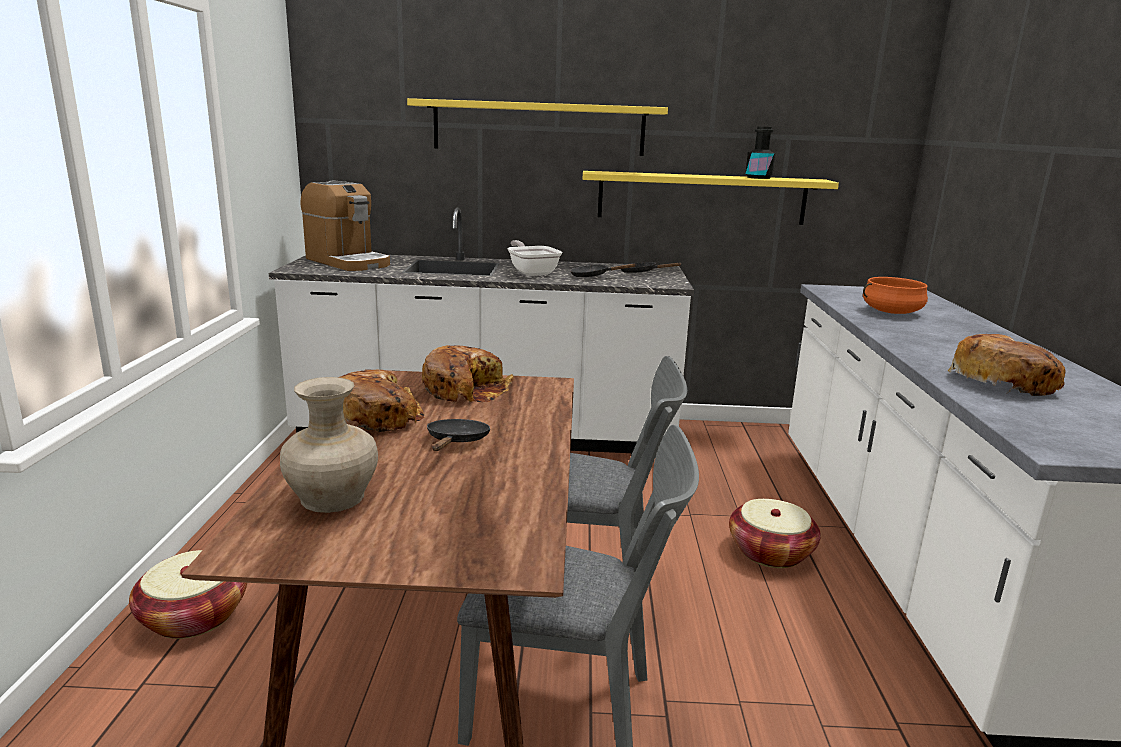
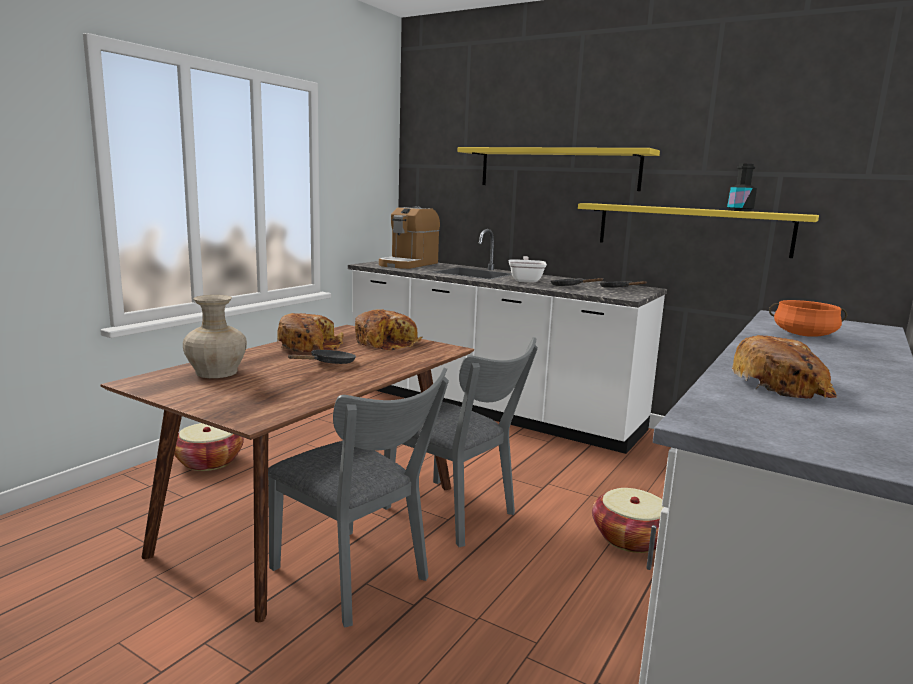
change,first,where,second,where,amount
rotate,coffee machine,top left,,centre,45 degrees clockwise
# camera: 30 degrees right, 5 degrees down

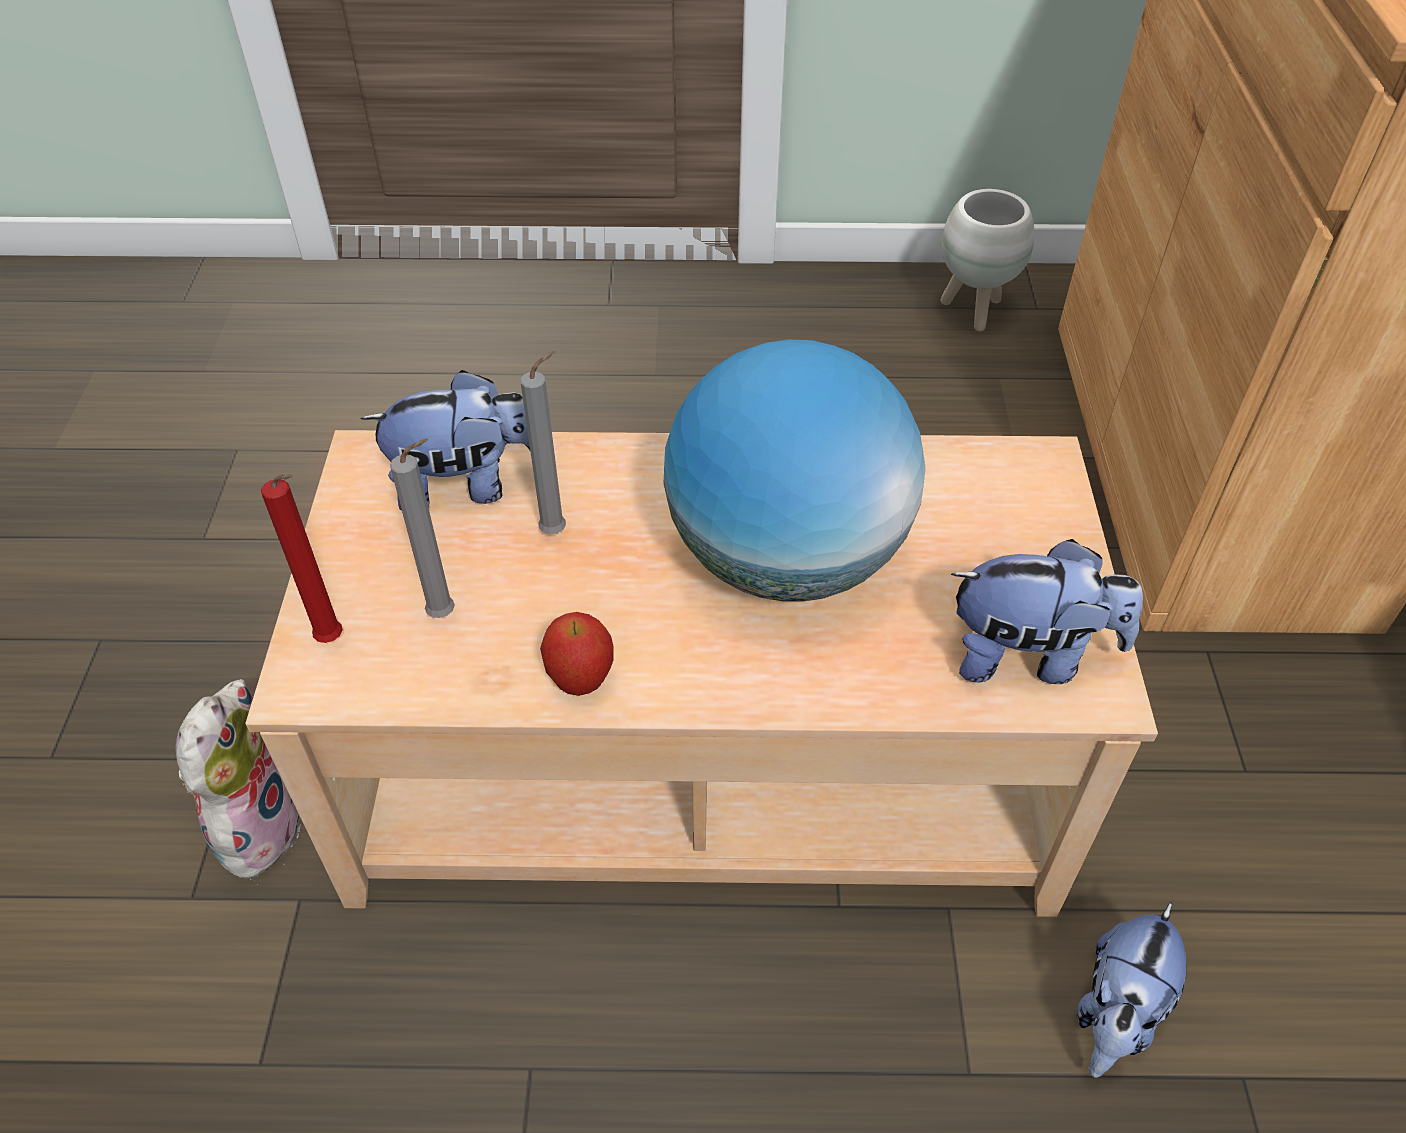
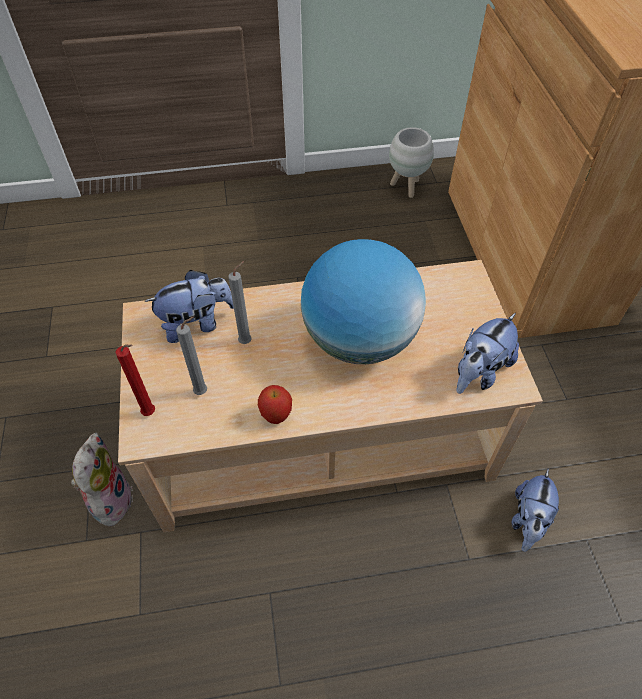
change,first,where,second,where,amount
rotate,plush toy (3rd from left),middle right,,middle right,135 degrees clockwise
# camera: 10 degrees left, 5 degrees up

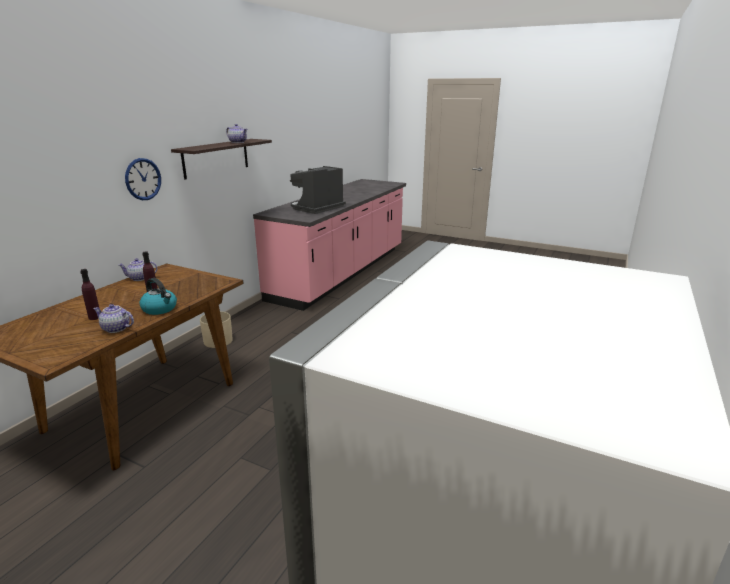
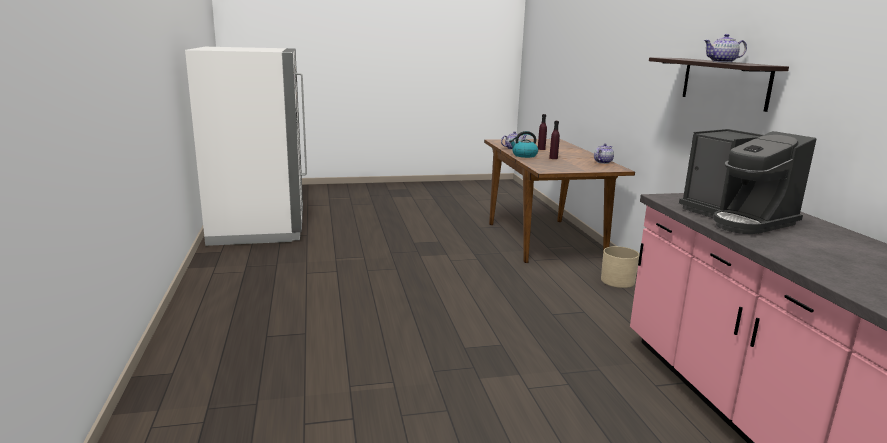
change,first,where,second,where,amount
rotate,coffee machine,top centre,,middle right,150 degrees clockwise
delete,wall clock,top left,,,
# camera: 140 degrees right, 5 degrees down

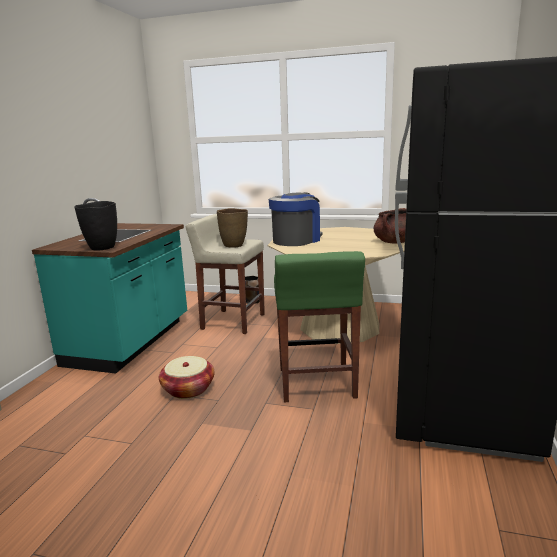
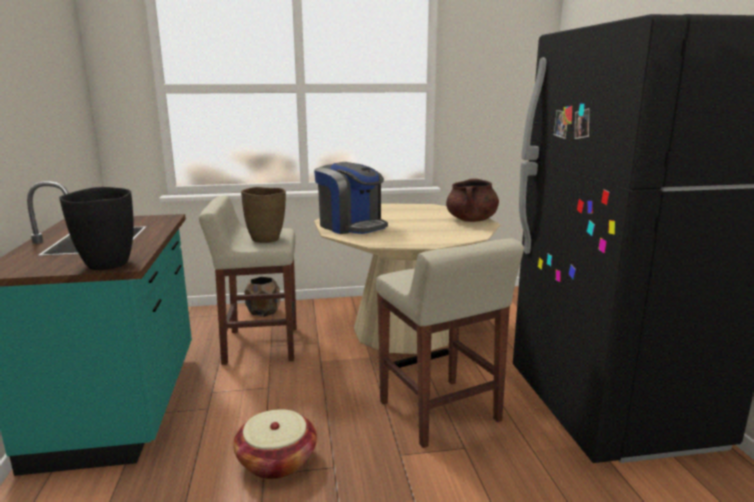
change,first,where,second,where,amount
rotate,coffee machine,centre,,centre,120 degrees clockwise
recolor,green stool,centre,beige stool (2nd from left),bottom centre,
# camera: 25 degrees left, 0 degrees up

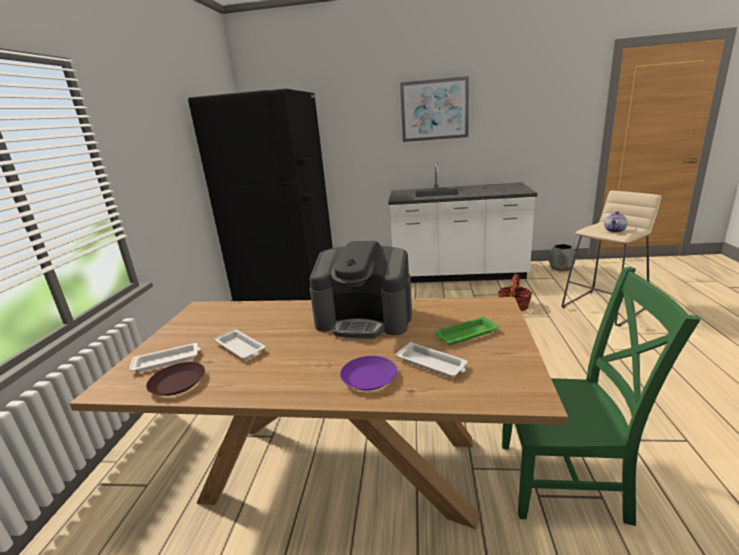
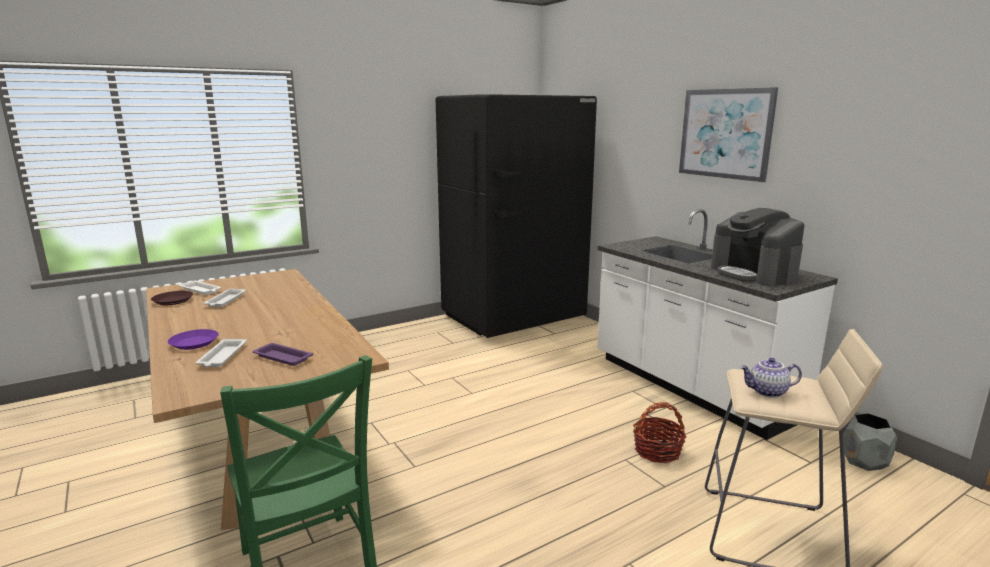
change,first,where,second,where,amount
recolor,green tray,centre,purple tray,middle left,
move,coffee machine,centre,,middle right,
# camera: 50 degrees right, 5 degrees down

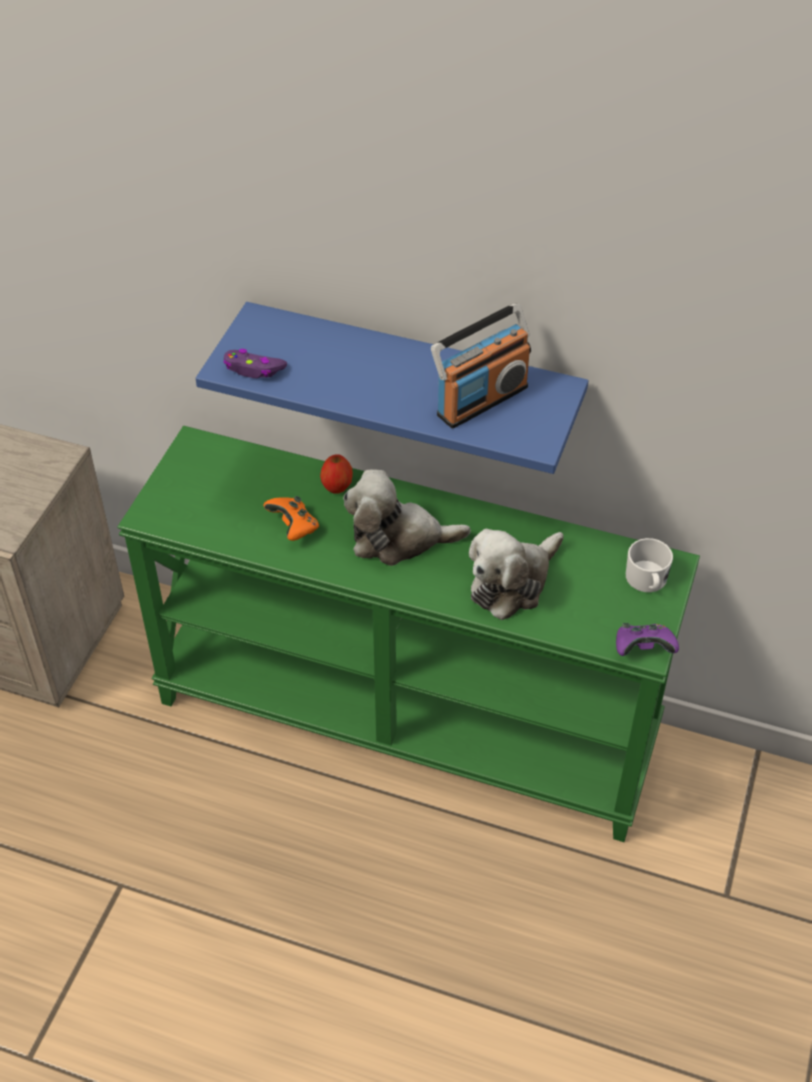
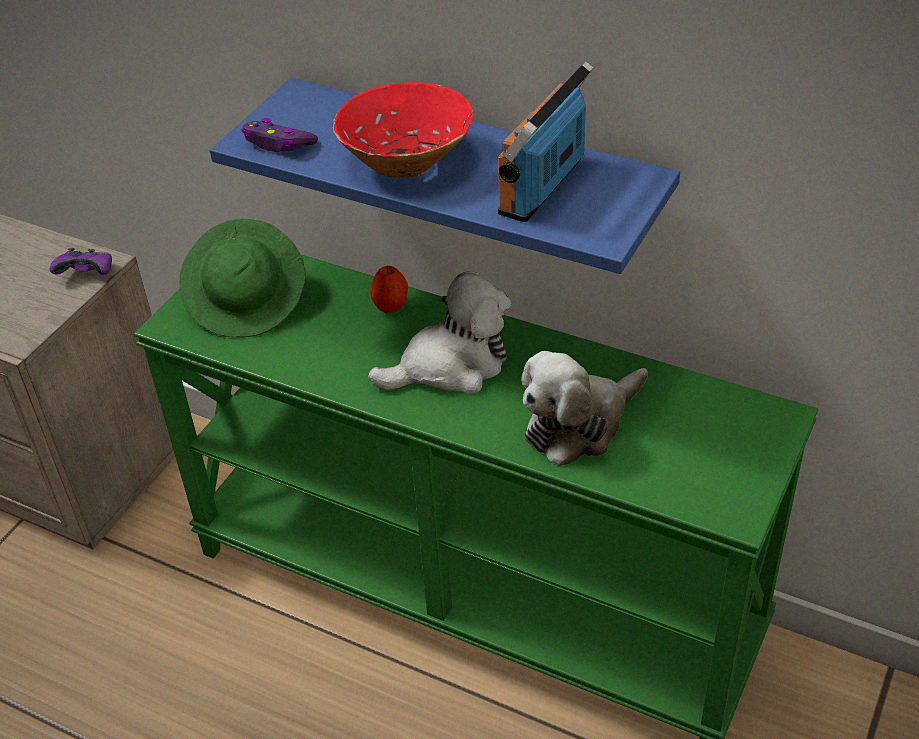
change,first,where,second,where,amount
move,purple game controller (2nd from left in the first image),middle right,purple game controller (1st from left),middle left,
insert,,,green hat,middle left,
insert,,,red bowl,top centre,
rotate,plush toy (1st from left),centre,,centre,150 degrees clockwise
rotate,radio,centre,,top centre,150 degrees clockwise
delete,orange game controller,centre,,,
delete,white mug,middle right,,,
# camera: 10 degrees right, 5 degrees down

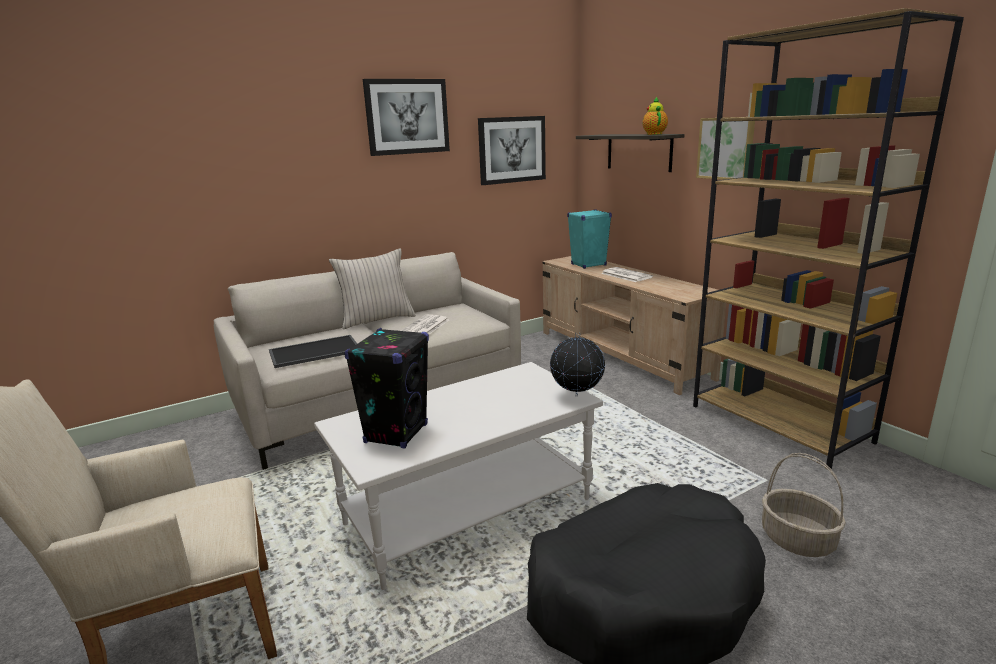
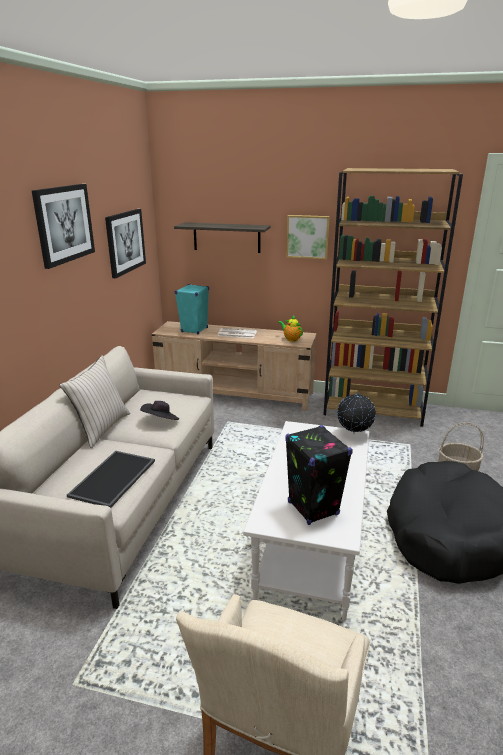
change,first,where,second,where,amount
replace,newspaper (1st from left),centre,black hat,middle left,
move,teapot,top centre,,centre,
# camera: 45 degrees left, 5 degrees up

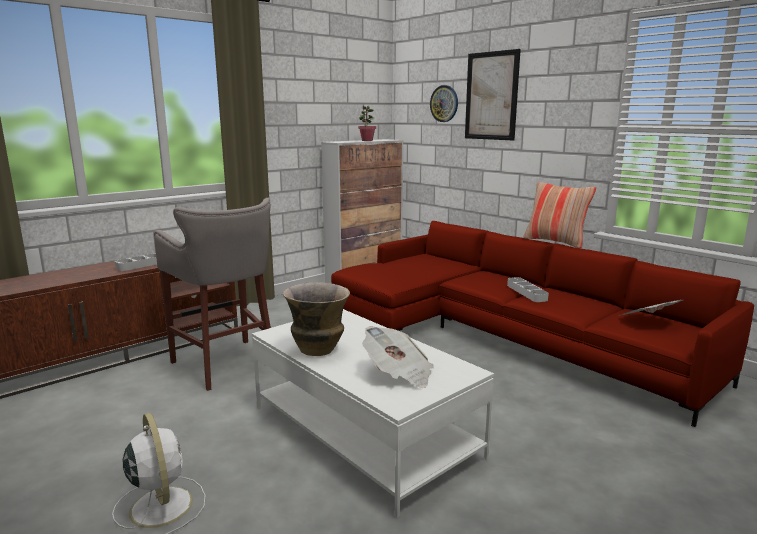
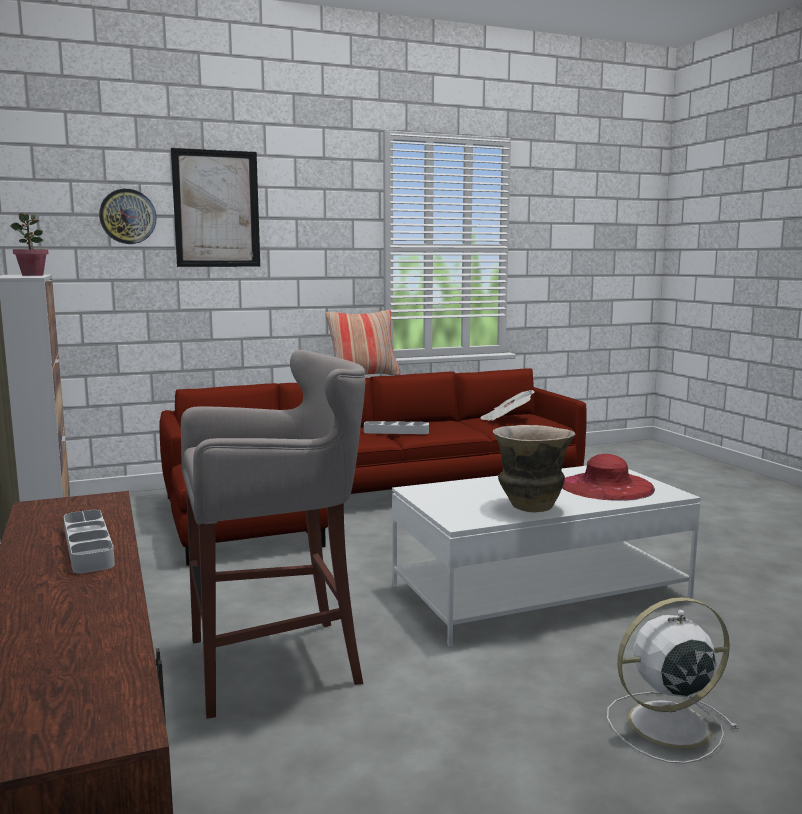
change,first,where,second,where,amount
replace,newspaper (1st from left),bottom centre,red hat,middle right,
# camera: 70 degrees left, 5 degrees down

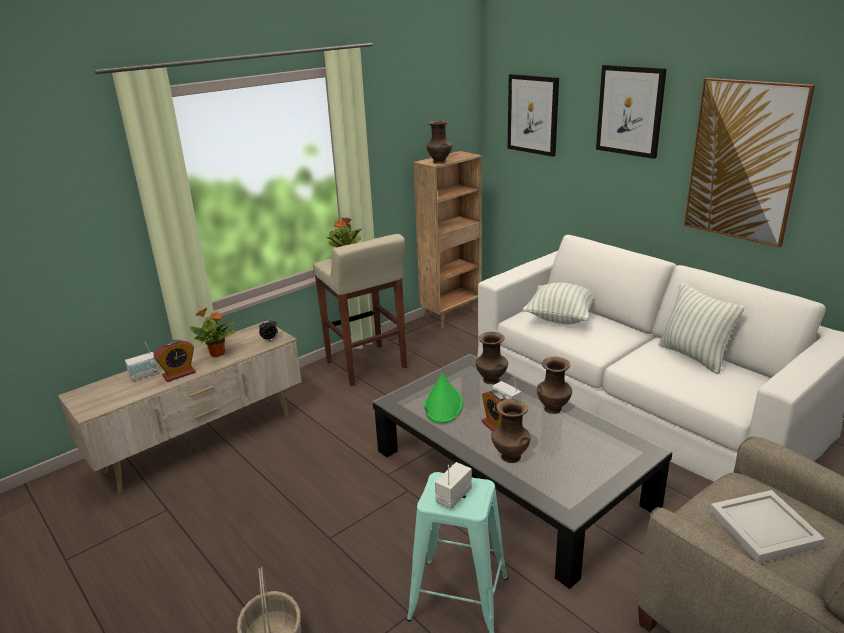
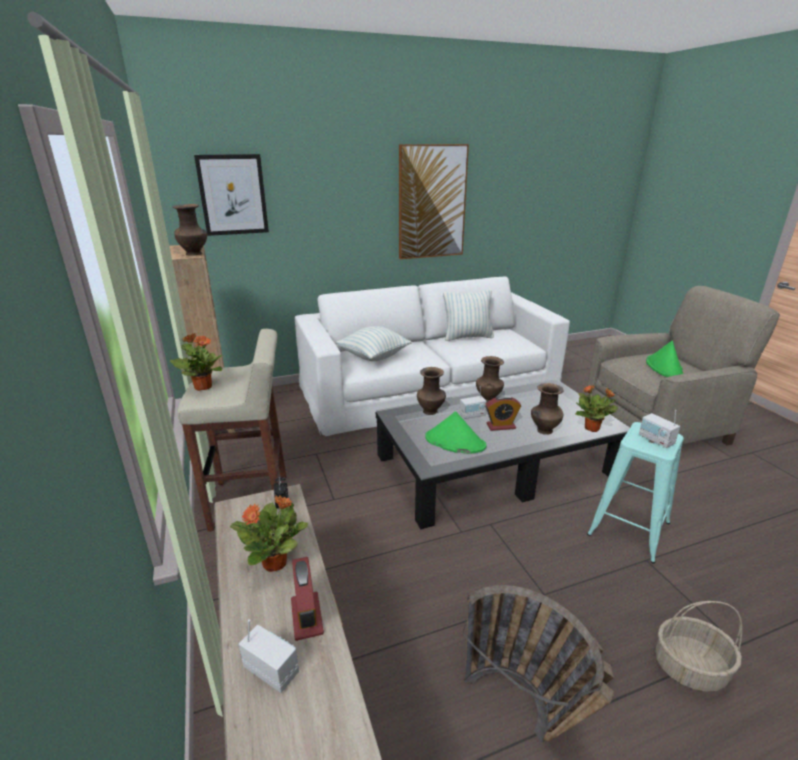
change,first,where,second,where,amount
rotate,radio (1st from left),middle left,,bottom centre,45 degrees counterclockwise
insert,,,basket (1st from left),bottom right,
insert,,,potted plant (3rd from left),middle right,
replace,white tray,bottom right,green hat (2nd from left),middle right,
delete,picture (2nd from left),top right,,,
# camera: 70 degrees left, 0 degrees up

